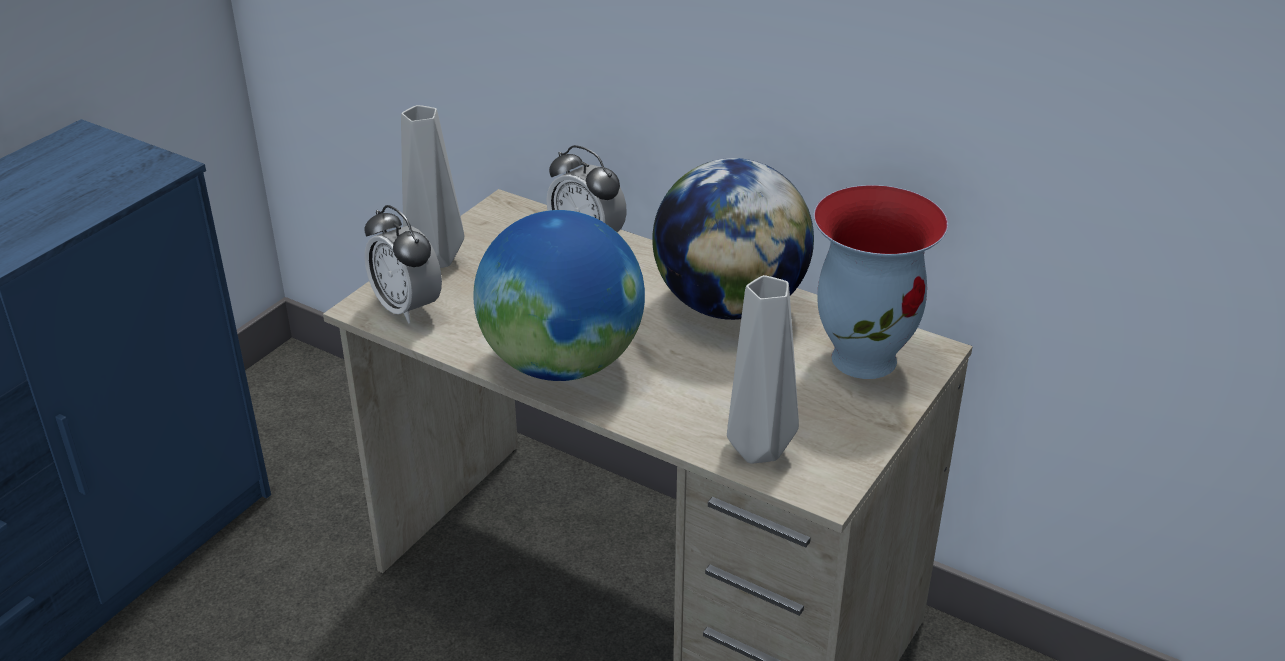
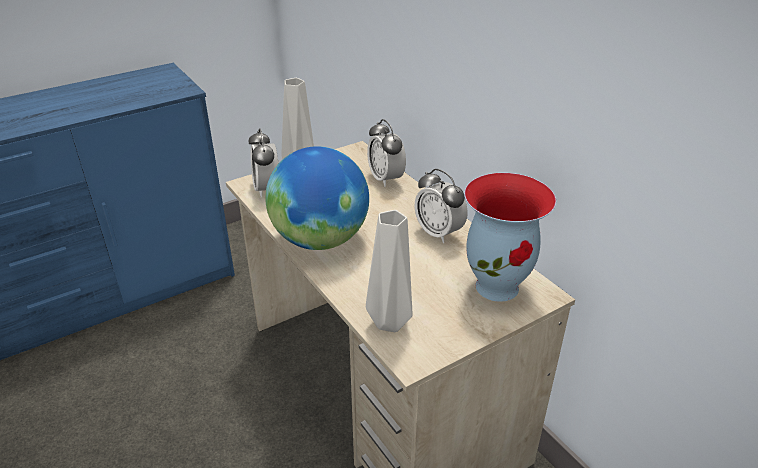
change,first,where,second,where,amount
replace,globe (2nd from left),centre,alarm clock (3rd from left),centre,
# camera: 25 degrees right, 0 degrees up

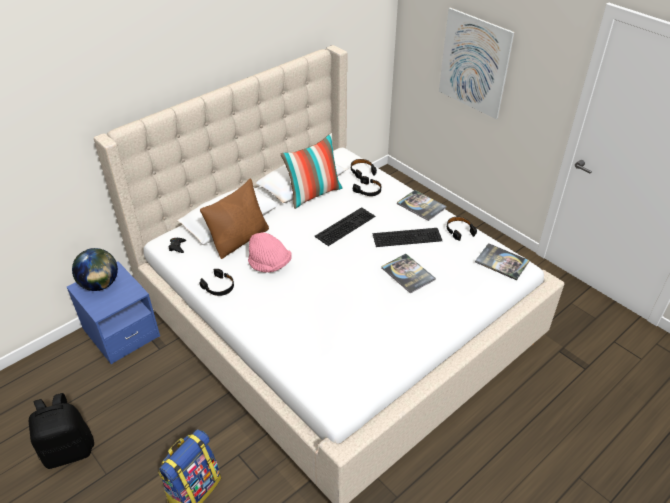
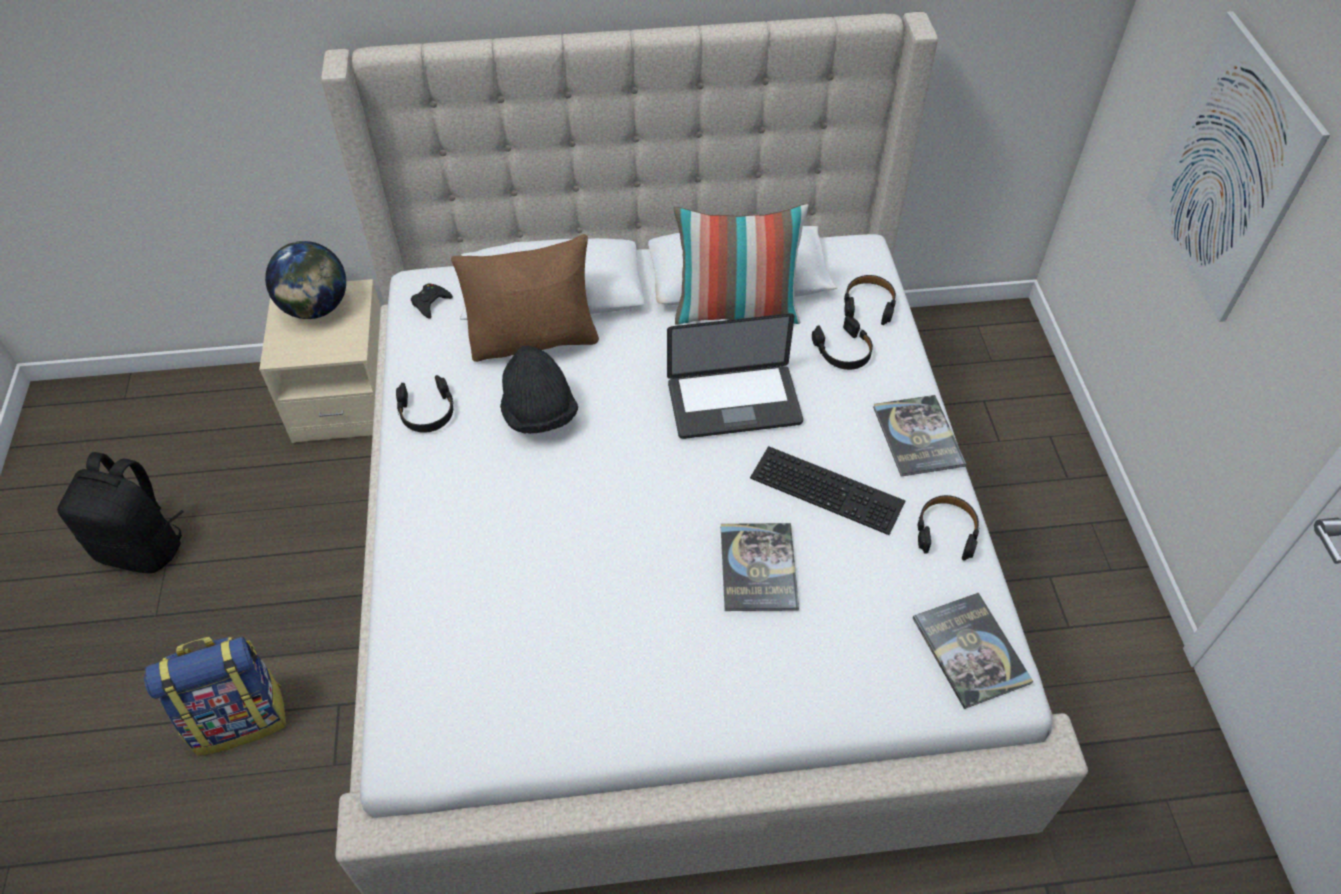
change,first,where,second,where,amount
recolor,blue nightstand,middle left,beige nightstand,middle left,
recolor,pink hat,centre,black hat,centre,
replace,keyboard (1st from left),centre,laptop,centre,
# camera: 35 degrees right, 10 degrees up

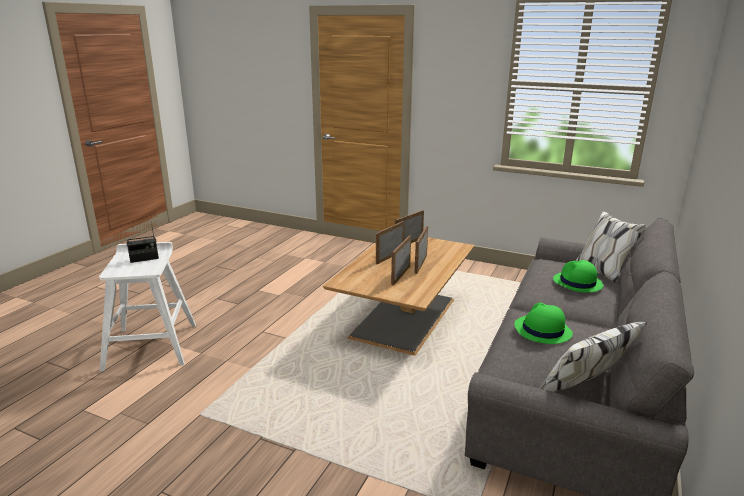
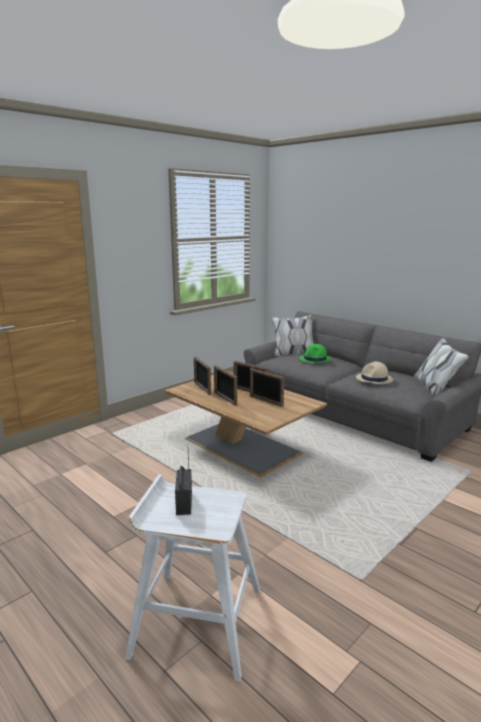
change,first,where,second,where,amount
recolor,green hat (1st from left),middle right,beige hat,middle right,
# camera: 70 degrees left, 5 degrees down

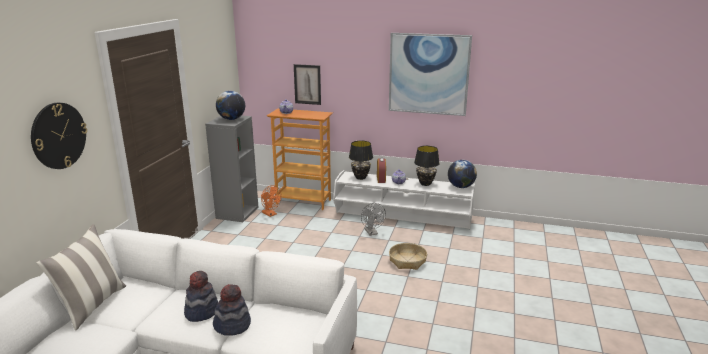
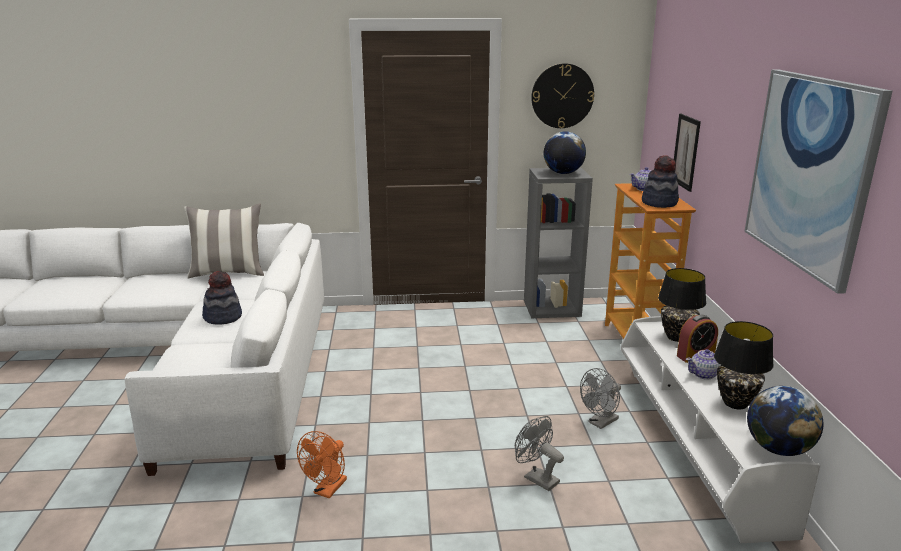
change,first,where,second,where,amount
move,orange fan,centre,,bottom centre,
replace,basket,bottom centre,grey fan (1st from left),bottom centre,
move,wall clock,middle left,,top centre,
move,hat (2nd from left),bottom left,,top right,
# camera: 70 degrees right, 0 degrees up

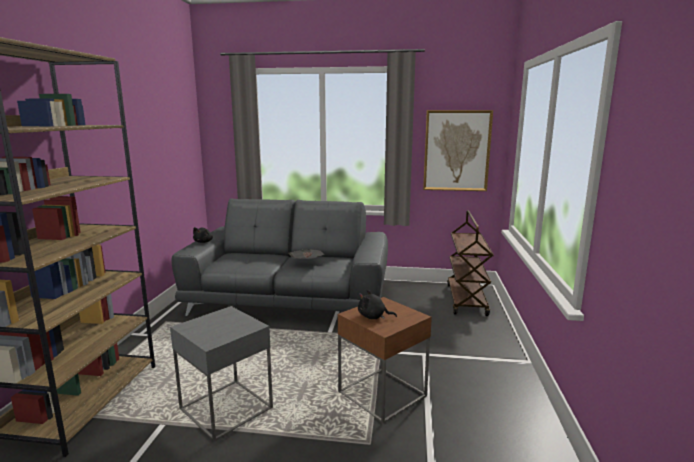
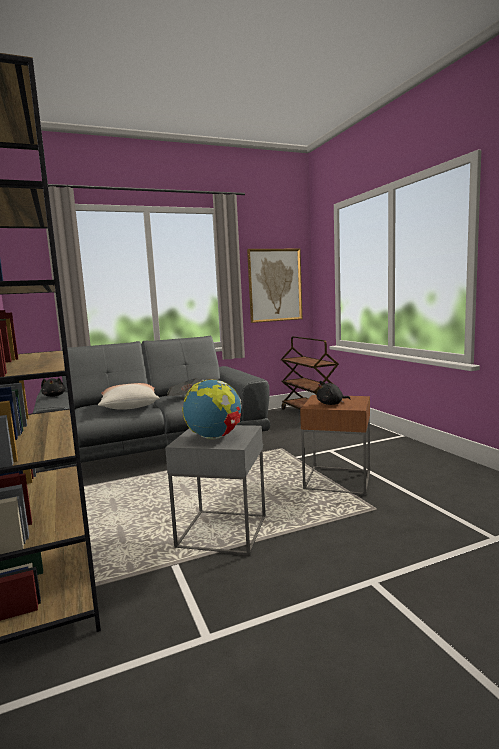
change,first,where,second,where,amount
insert,,,pillow,middle left,
insert,,,globe,centre,
# camera: 30 degrees left, 5 degrees down

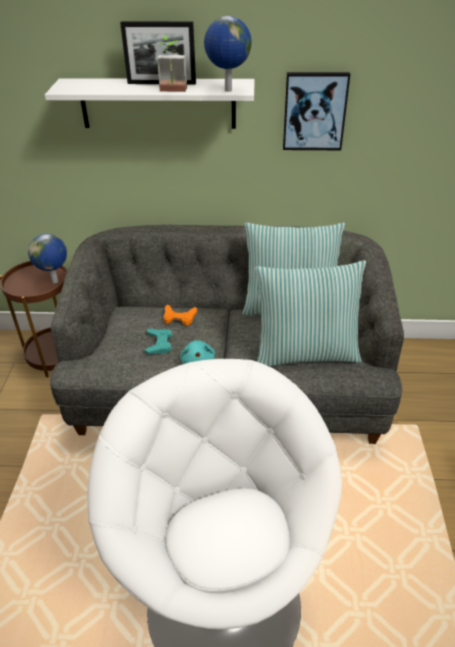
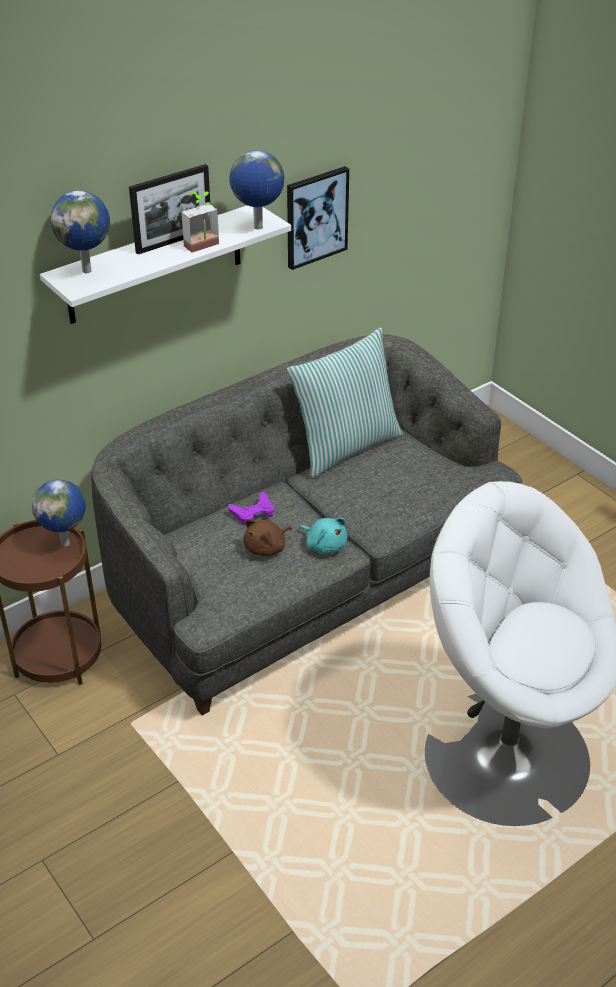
change,first,where,second,where,amount
insert,,,globe (2nd from left),top left,
recolor,orange game controller,centre,purple game controller,centre,
replace,turquoise game controller,centre,brown plush toy,centre,
delete,pillow (2nd from left),middle right,,,
# camera: 40 degrees left, 0 degrees up

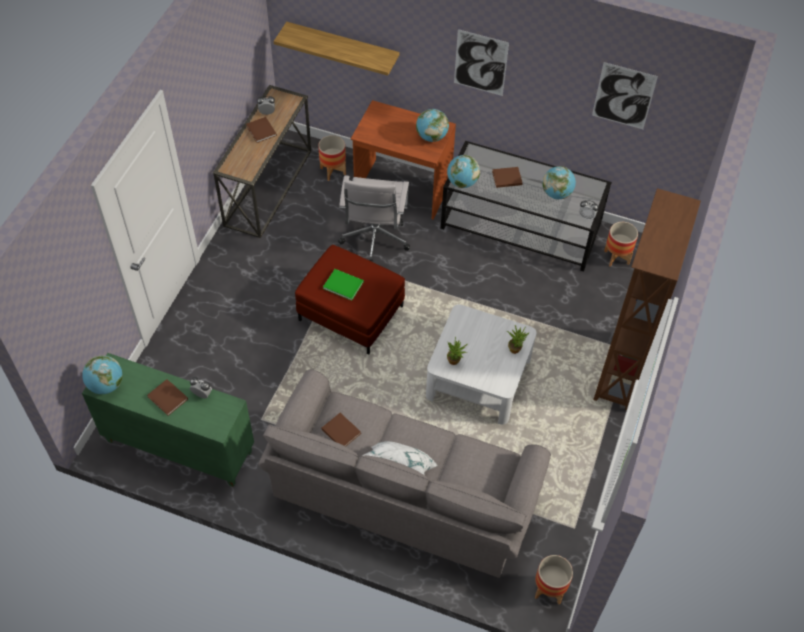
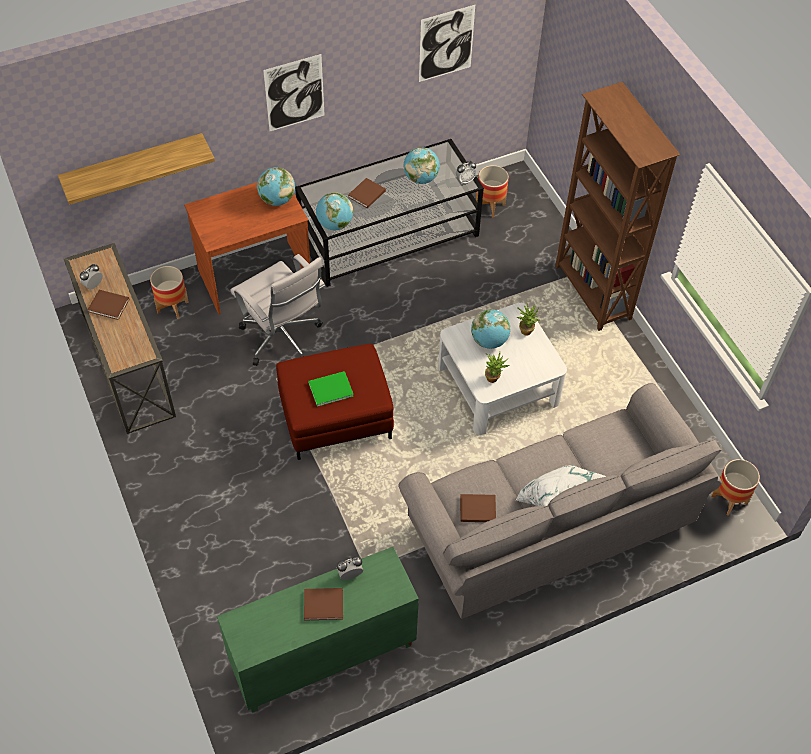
change,first,where,second,where,amount
move,globe (1st from left in the first image),middle left,globe (4th from left),centre,
# camera: 45 degrees left, 0 degrees up

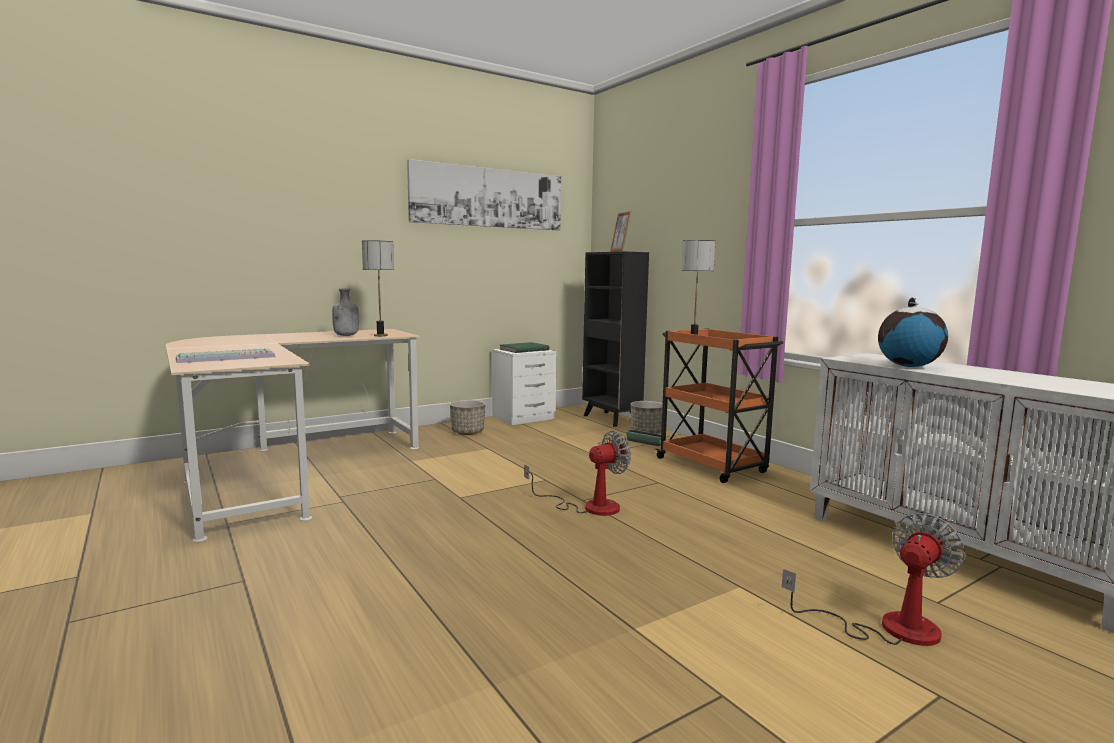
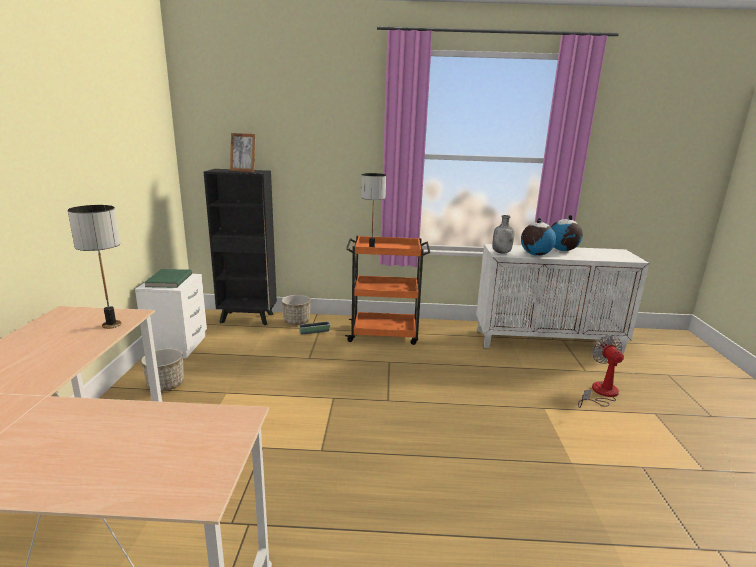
change,first,where,second,where,amount
move,grey bottle,middle left,,centre,
insert,,,globe (2nd from left),middle right,
delete,keyboard,middle left,,,
delete,picture,top centre,,,
delete,fan (1st from left),centre,,,
# camera: 55 degrees left, 10 degrees up

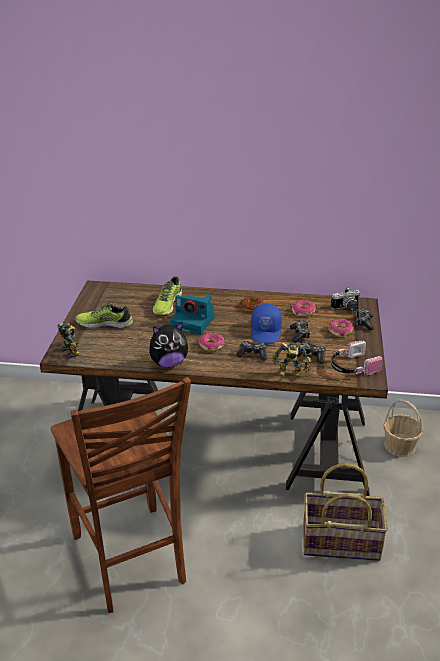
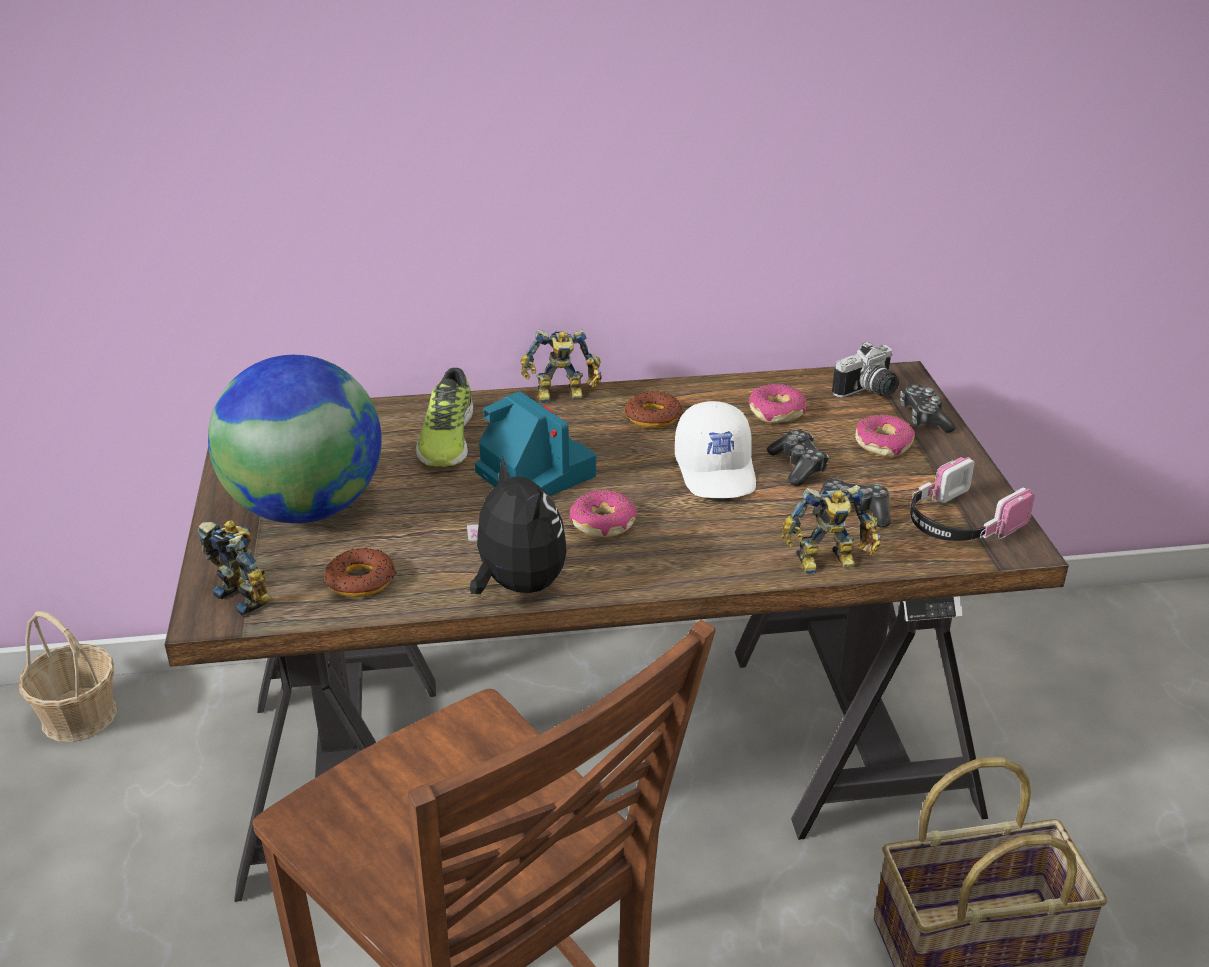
change,first,where,second,where,amount
move,basket (2nd from left in the first image),middle right,basket (1st from left),bottom left,
replace,shoe (1st from left),middle left,globe,middle left,
insert,,,donut (1st from left),middle left,
rotate,plush toy,centre,,centre,90 degrees counterclockwise
rotate,photo camera (1st from left),centre,,centre,135 degrees counterclockwise
insert,,,toy robot (2nd from left),centre,
recolor,blue cap,centre,white cap,centre,
delete,game controller (1st from left),centre,,,
# camera: 15 degrees left, 0 degrees up

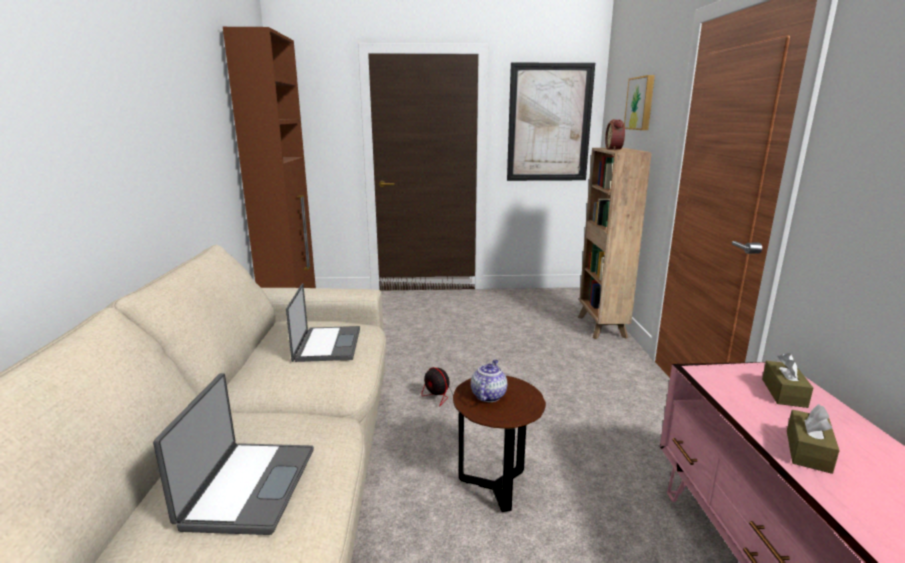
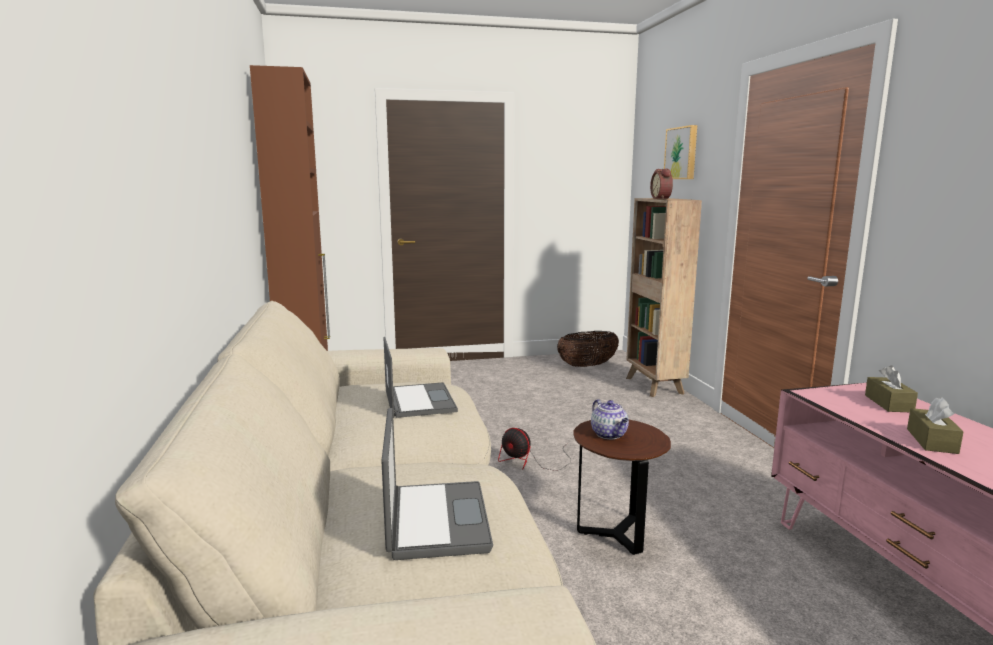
change,first,where,second,where,amount
insert,,,basket,centre,
rotate,teapot,bottom centre,,centre,150 degrees clockwise
delete,picture (1st from left),top centre,,,
# camera: 10 degrees left, 5 degrees down

